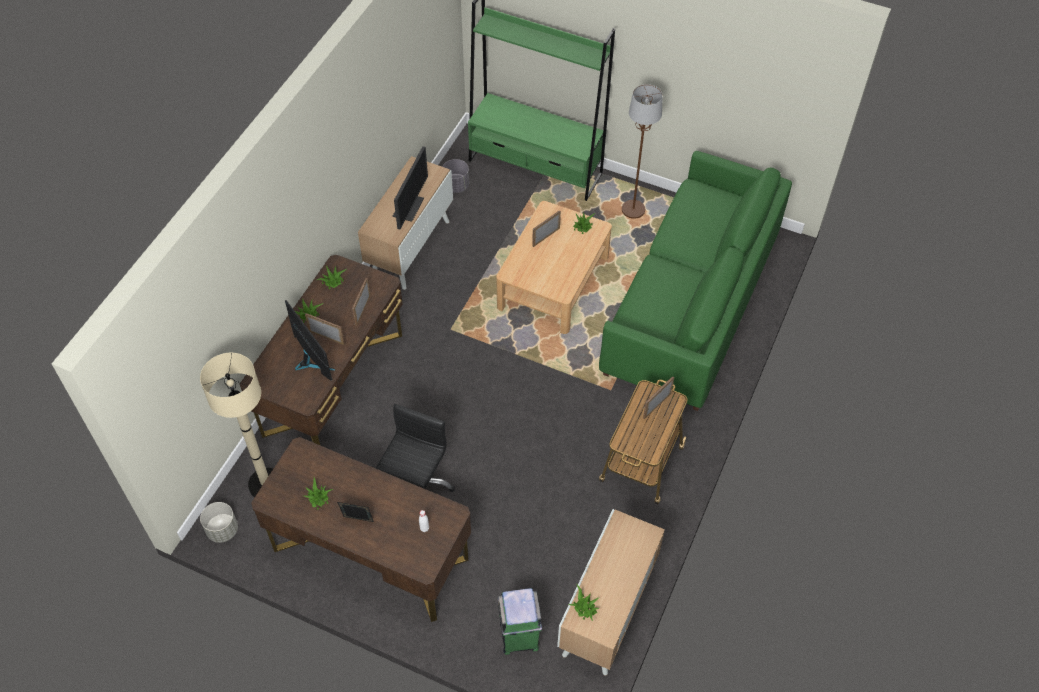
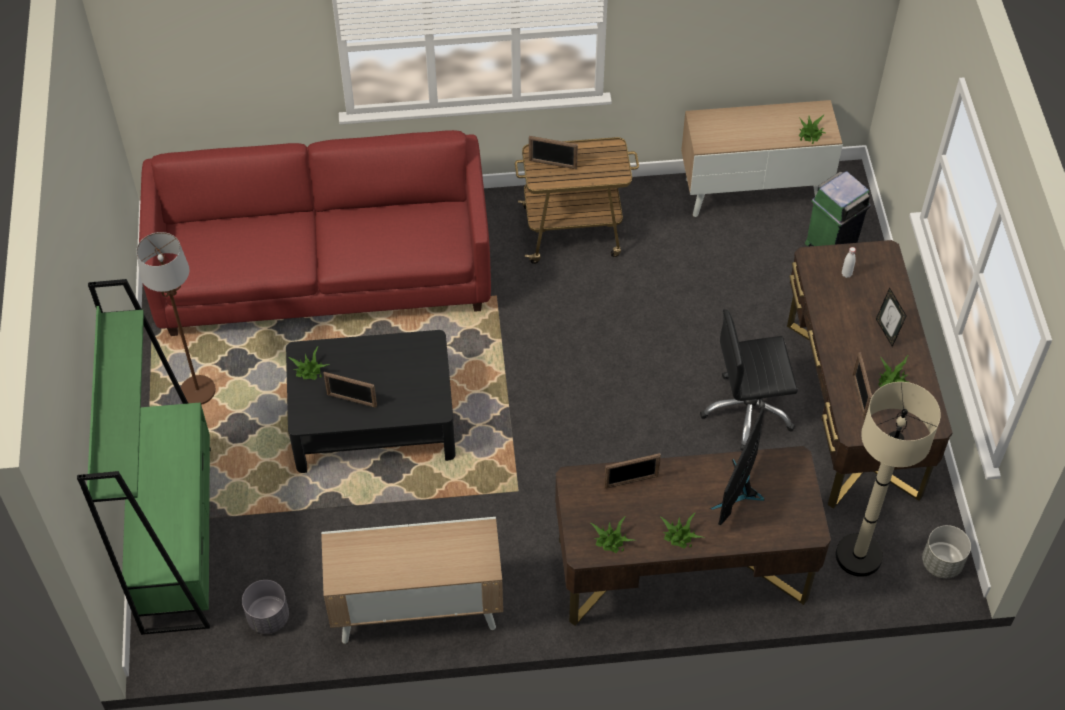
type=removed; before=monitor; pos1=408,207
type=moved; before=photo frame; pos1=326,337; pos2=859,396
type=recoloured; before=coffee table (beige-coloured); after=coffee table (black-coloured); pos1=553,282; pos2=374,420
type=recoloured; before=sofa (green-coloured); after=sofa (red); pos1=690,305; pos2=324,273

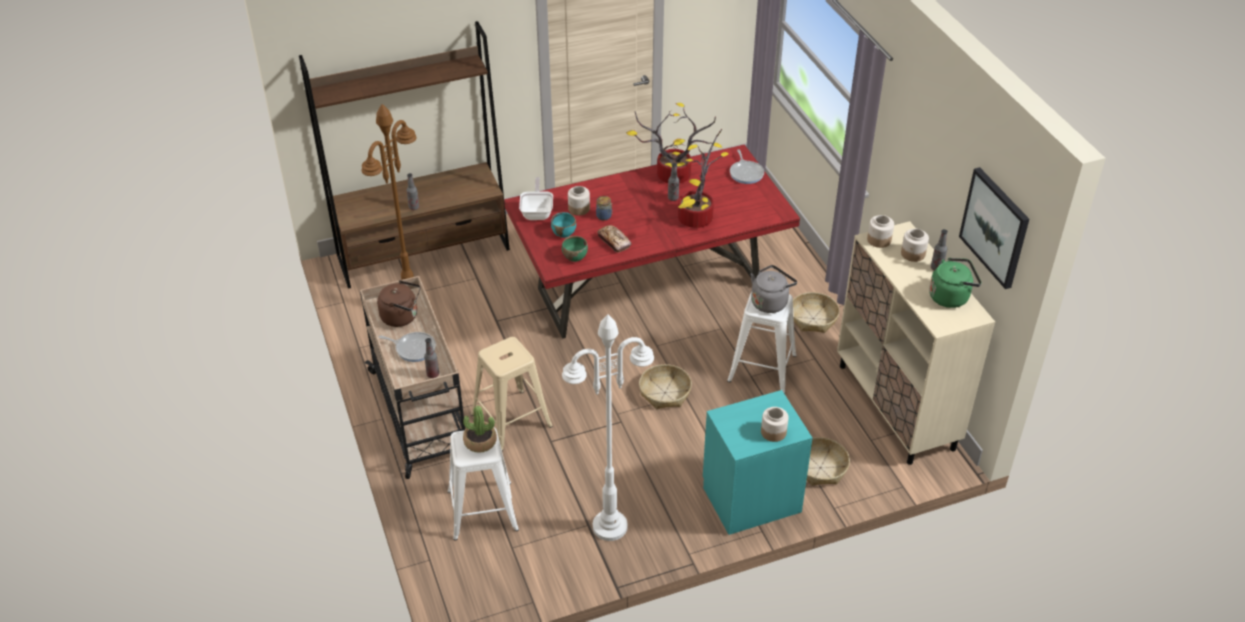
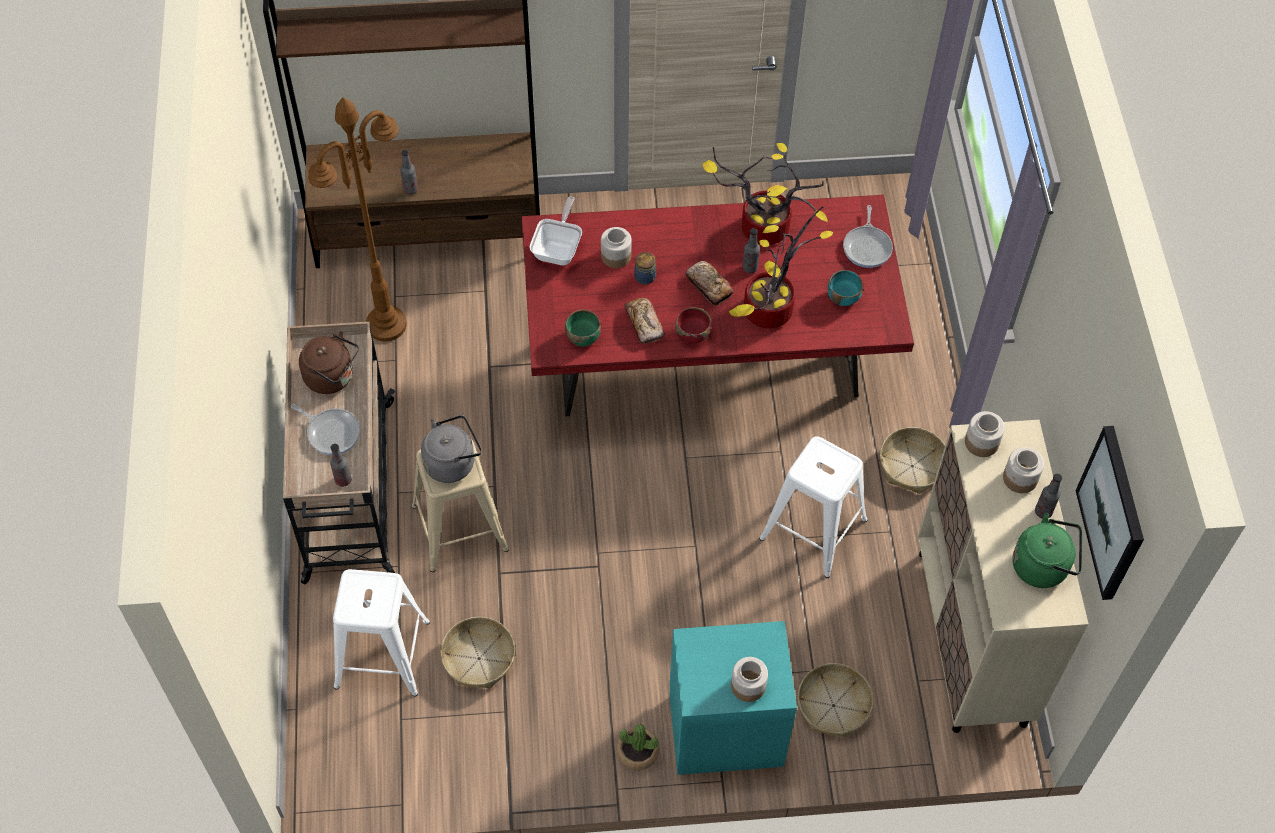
type=removed; before=standard lamp (white-coloured); pos1=609,527
type=added; after=bowl (red); pos2=692,334
type=added; after=baked bread; pos2=708,286
type=moved; before=houseplant; pos1=480,442; pos2=637,752
type=moved; before=bowl (turquoise); pos1=564,233; pos2=843,297
type=moved; before=household basket; pos1=665,393; pos2=479,659
type=moved; before=kettle (gray); pos1=770,302; pos2=452,462

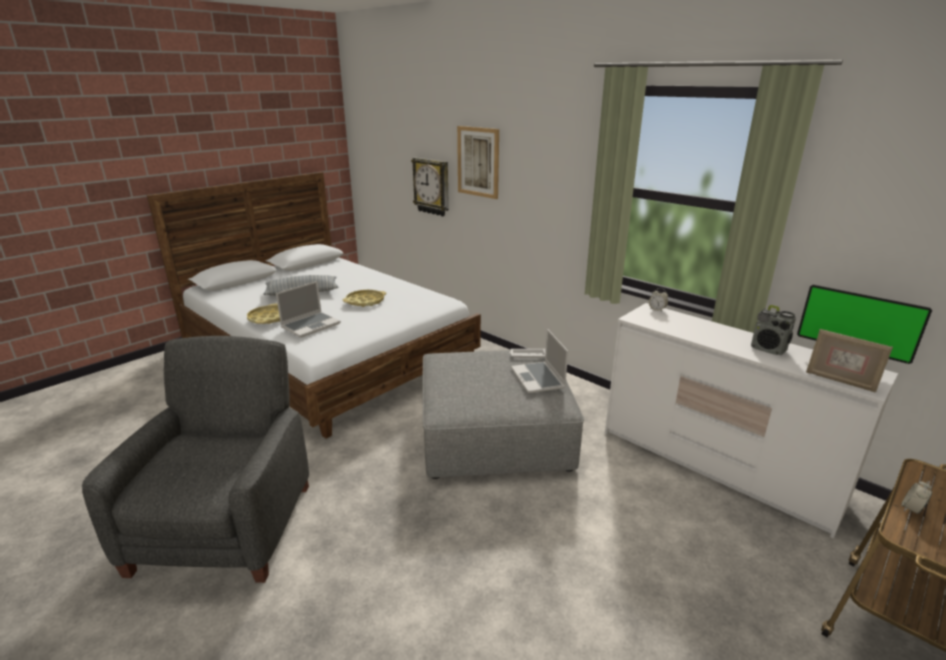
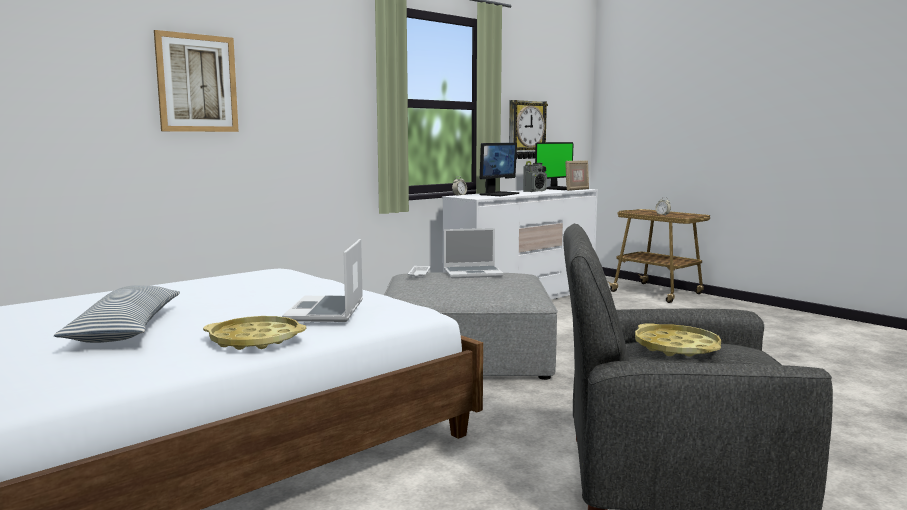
type=added; after=monitor; pos2=498,194
type=moved; before=serving tray (yellow); pos1=365,301; pos2=676,347
type=moved; before=wall clock; pos1=432,186; pos2=526,130
type=turned; before=portable computer; pos1=311,325; pos2=326,311; turn=-135

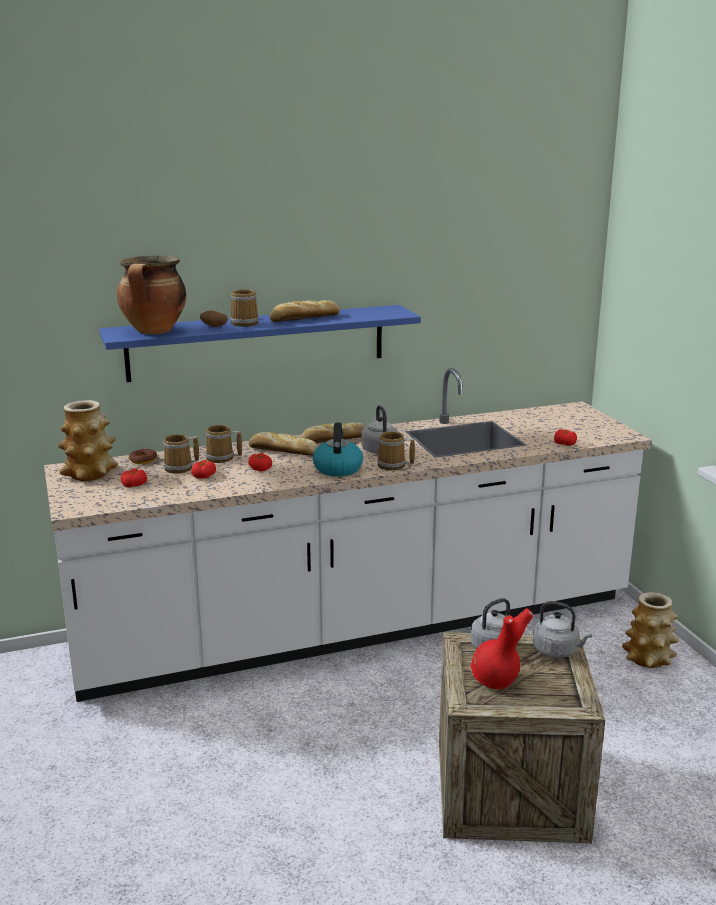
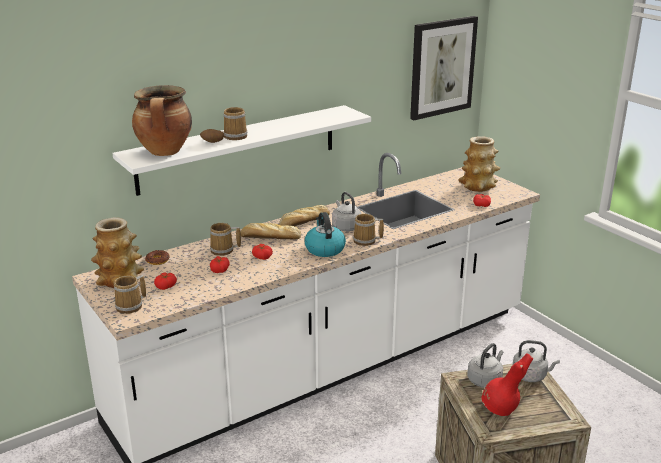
type=removed; before=baked bread; pos1=304,318
type=added; after=wall art; pos2=442,67
type=moved; before=tea mug; pos1=180,468; pos2=131,306
type=moved; before=vase; pos1=648,659; pos2=478,187
type=recoloured; before=bracket shelf (blue); after=bracket shelf (white-coloured); pos1=257,342; pos2=239,149

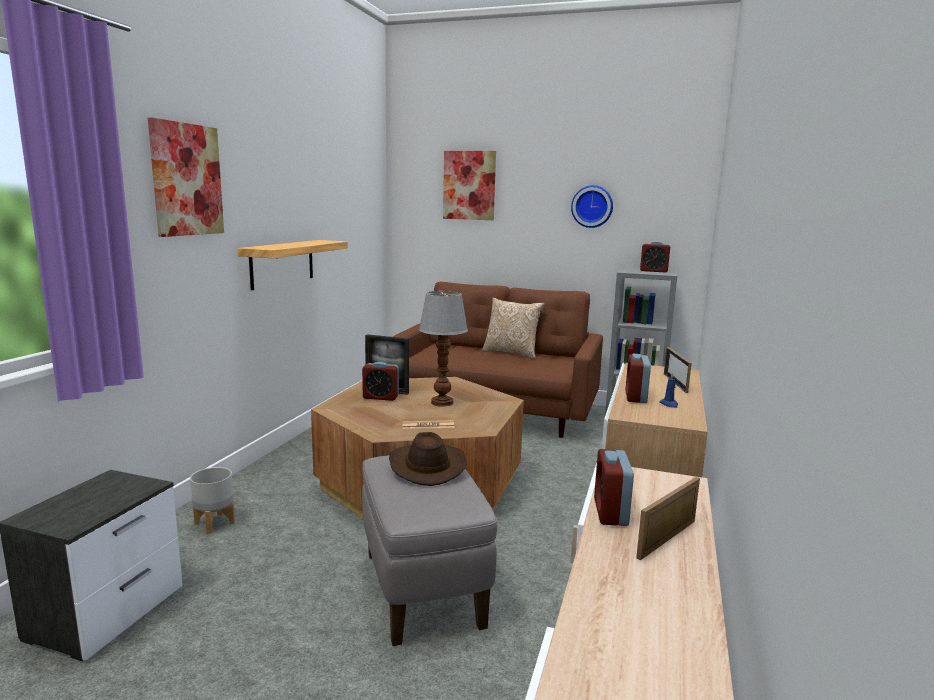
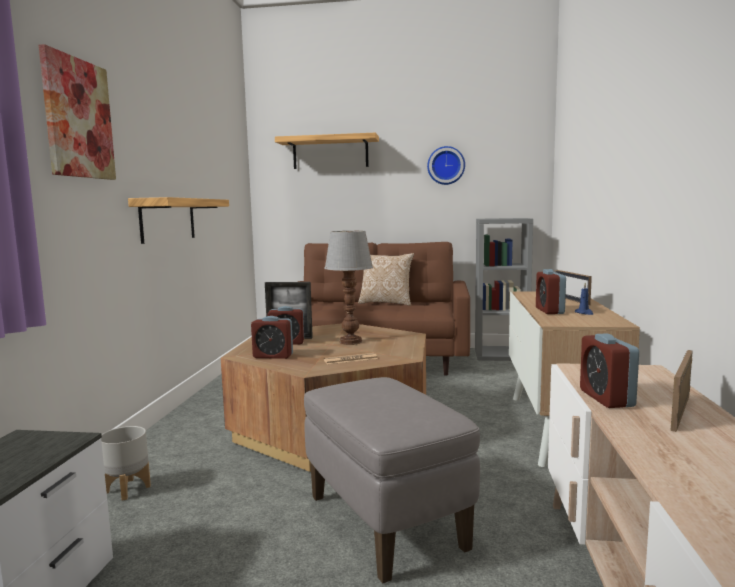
type=removed; before=clothing hat (brown); pos1=426,466
type=moved; before=bedside clock; pos1=653,271; pos2=273,356
type=replaced; before=wall art; after=bracket shelf; pos1=469,185; pos2=330,153

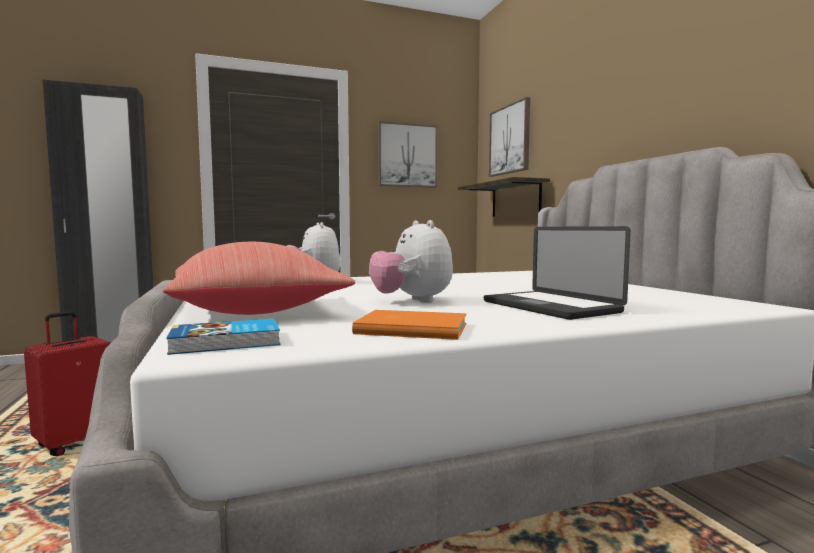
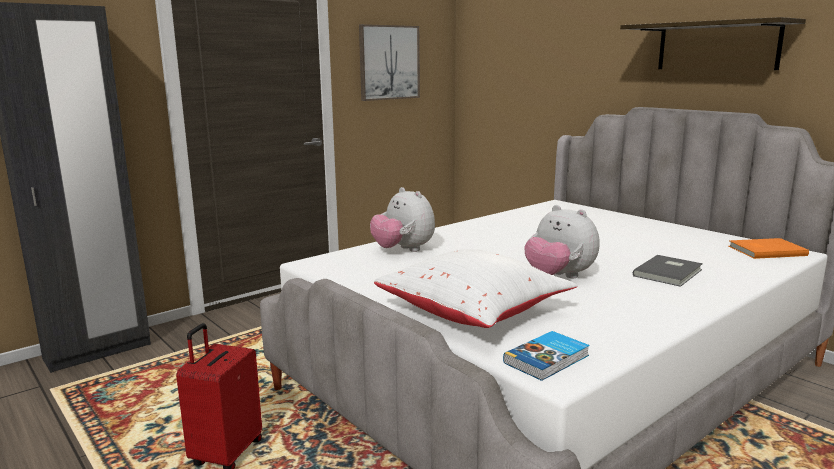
type=removed; before=wall art; pos1=510,139
type=moved; before=book (orange); pos1=411,328; pos2=765,250
type=moved; before=bracket shelf; pos1=515,199; pos2=717,46
type=replaced; before=portable computer; after=book (gray); pos1=549,307; pos2=670,273
type=recoloured; before=pillow (red); after=pillow (white-coloured); pos1=258,312; pos2=474,313

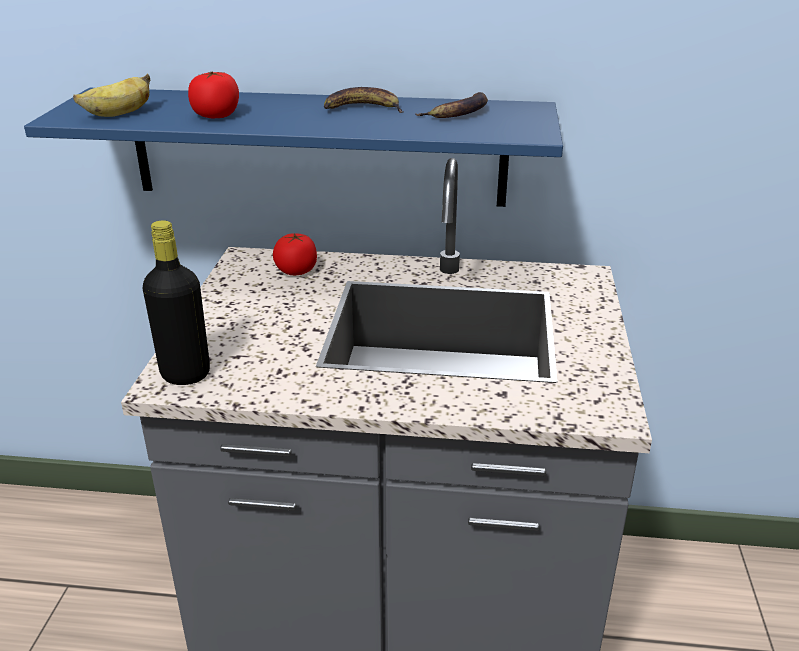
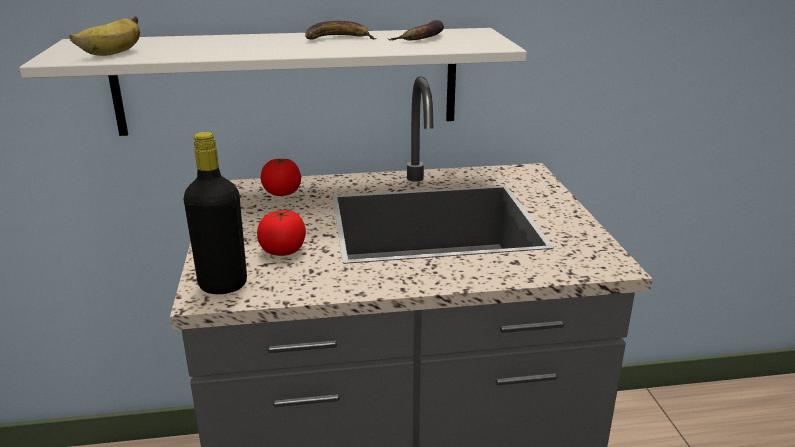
type=moved; before=fresh tomato; pos1=216,115; pos2=283,250
type=recoloured; before=bracket shelf (blue); after=bracket shelf (white-coloured); pos1=318,147; pos2=288,81

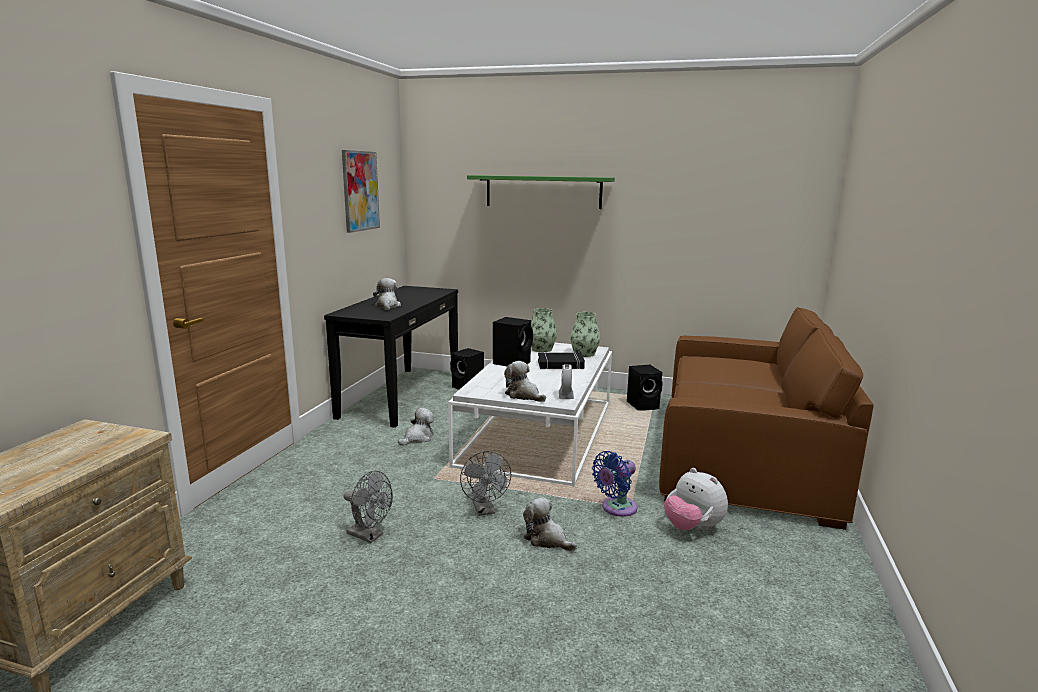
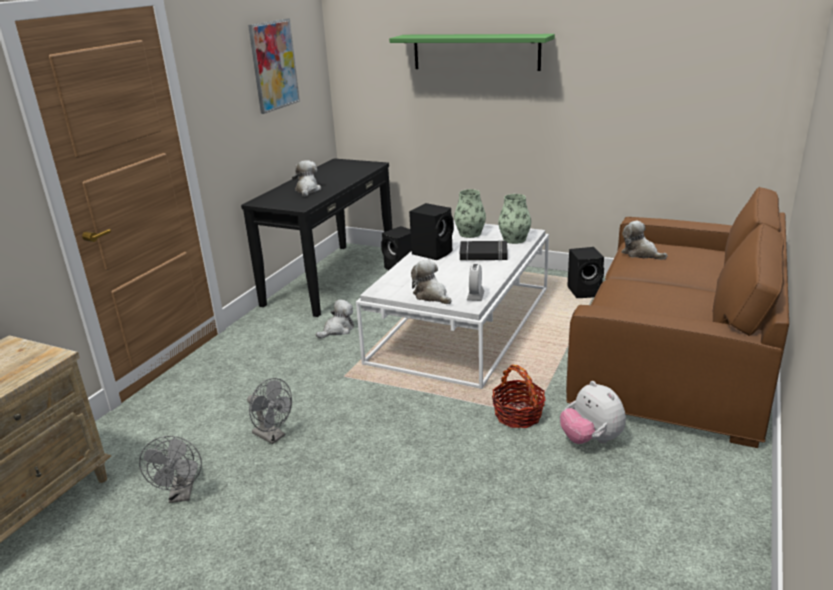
type=moved; before=cooling fan (gray); pos1=485,510; pos2=181,495
type=moved; before=cuddly toy; pos1=547,539; pos2=640,254
type=replaced; before=cooling fan (blue); after=household basket; pos1=616,508; pos2=518,415

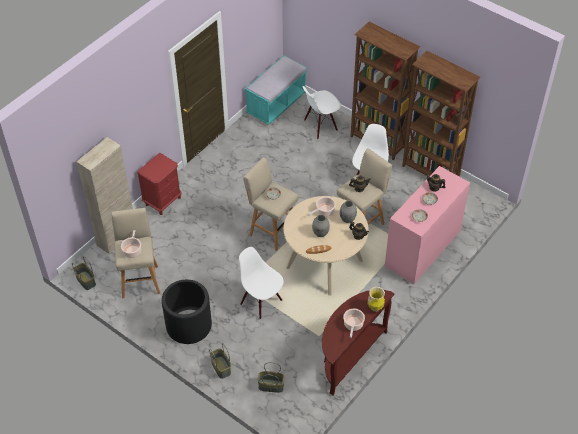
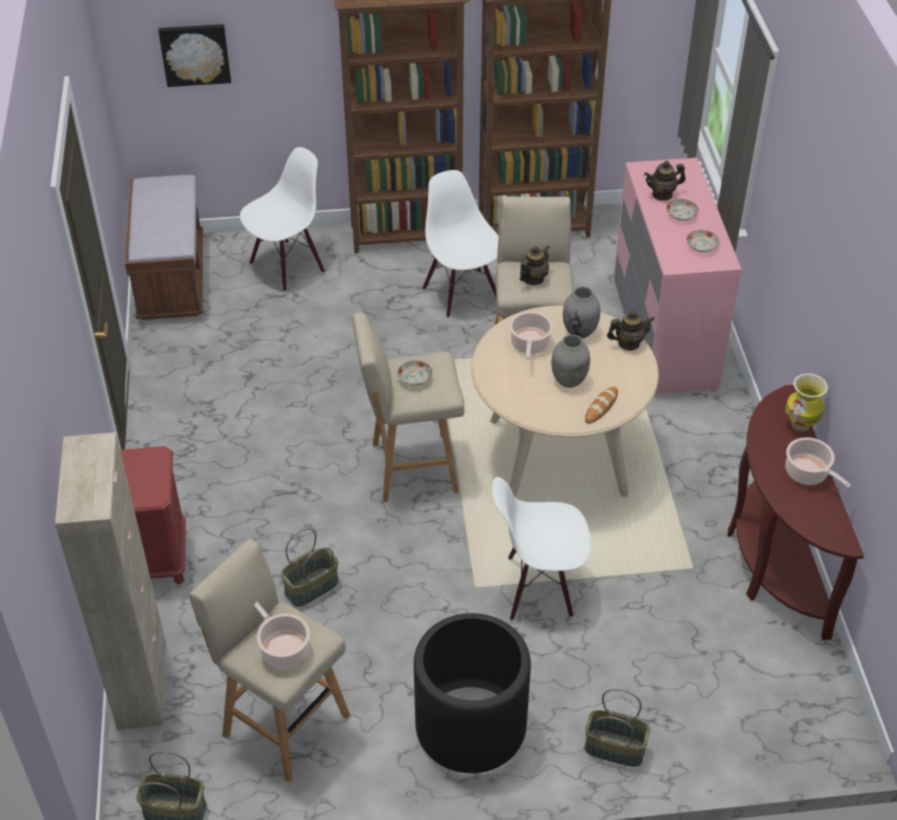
type=added; after=wall art; pos2=195,54
type=moved; before=household basket; pos1=270,386; pos2=311,588
type=recoloured; before=indoor bench (turquoise); after=indoor bench (brown); pos1=276,104; pos2=171,279
type=turned; before=upright chair (white-coloured); pos1=320,126; pos2=287,266; turn=-150

